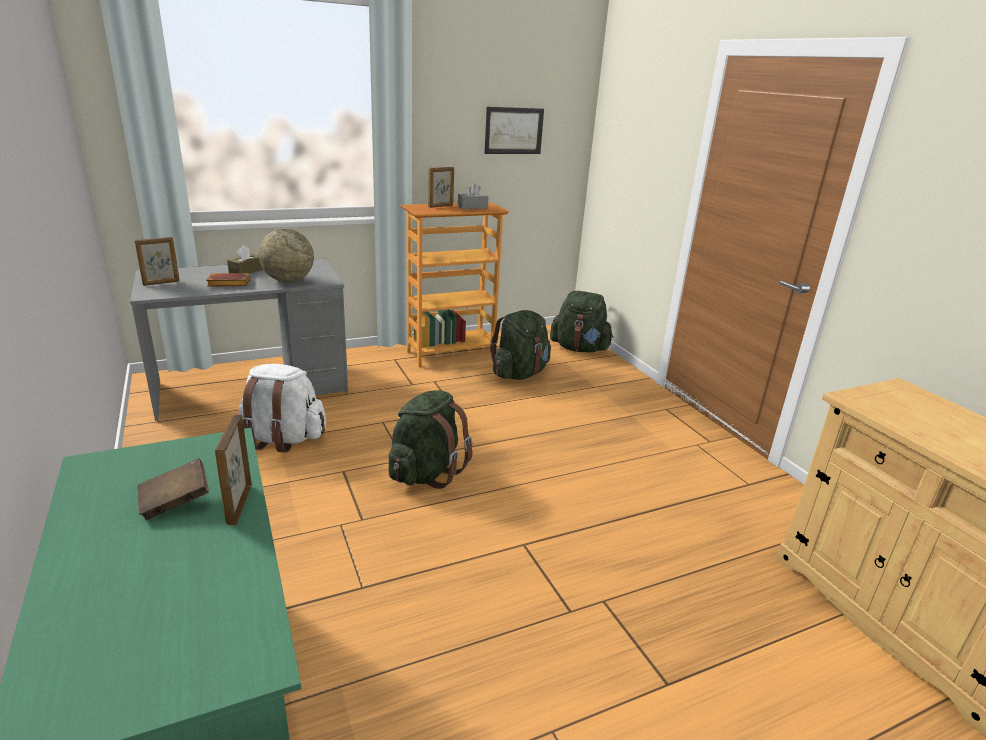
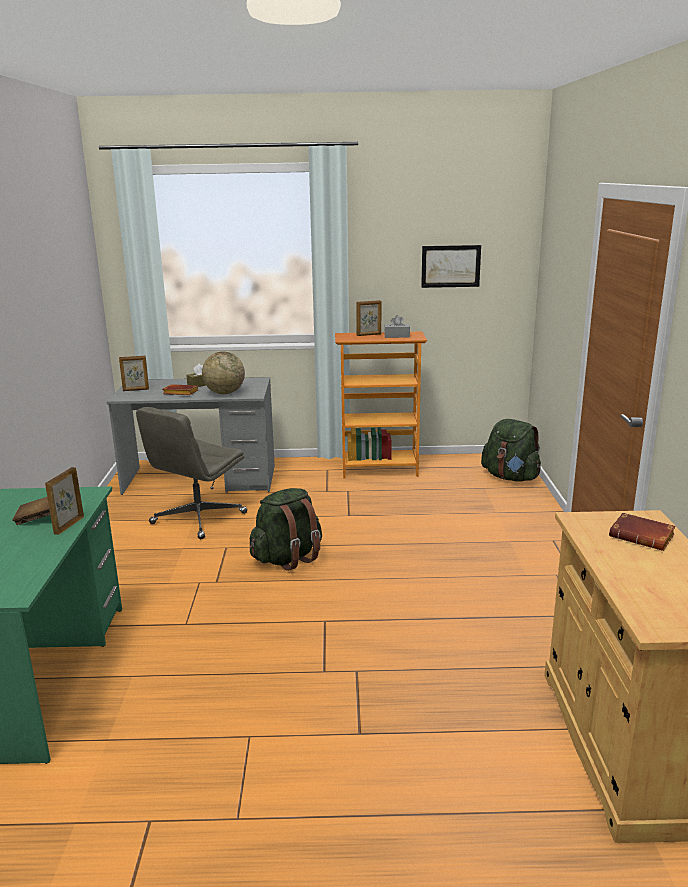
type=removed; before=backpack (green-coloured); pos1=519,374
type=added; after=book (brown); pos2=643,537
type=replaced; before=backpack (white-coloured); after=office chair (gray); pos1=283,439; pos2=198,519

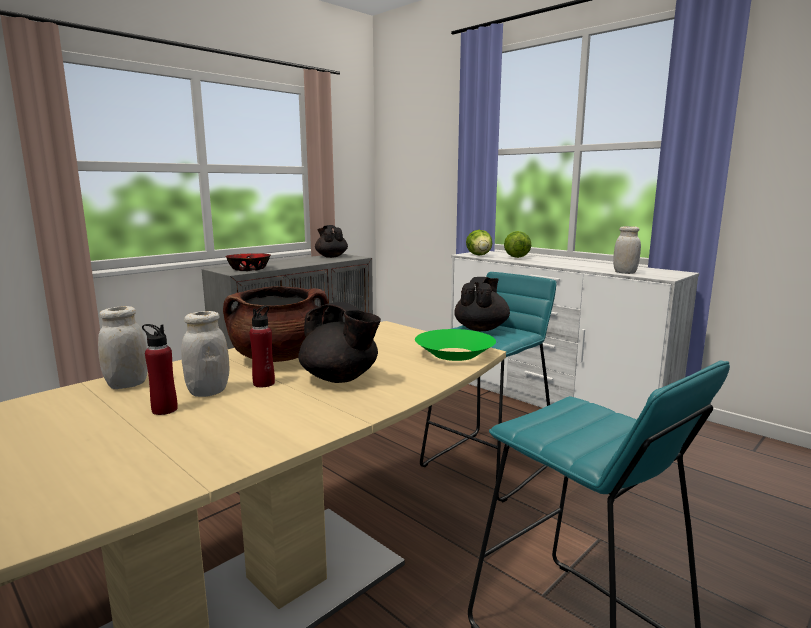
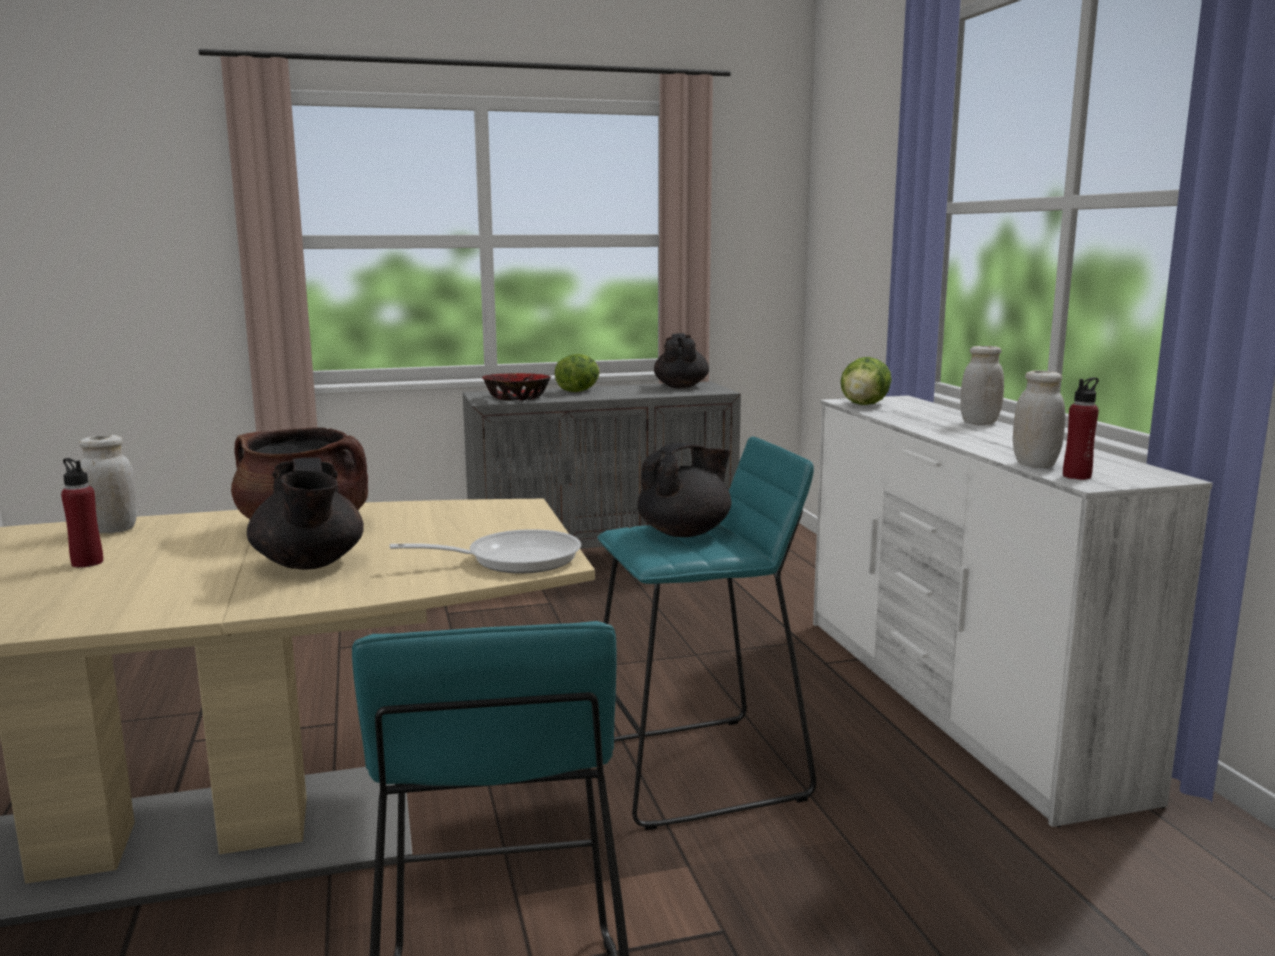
type=moved; before=storage jar (white-coloured); pos1=208,392; pos2=979,423
type=moved; before=beverage bottle (red); pos1=264,383; pos2=1077,476
type=moved; before=head of lettuce; pos1=516,257; pos2=578,391
type=replaced; before=bowl (green-coloured); after=pan; pos1=454,354; pos2=513,559

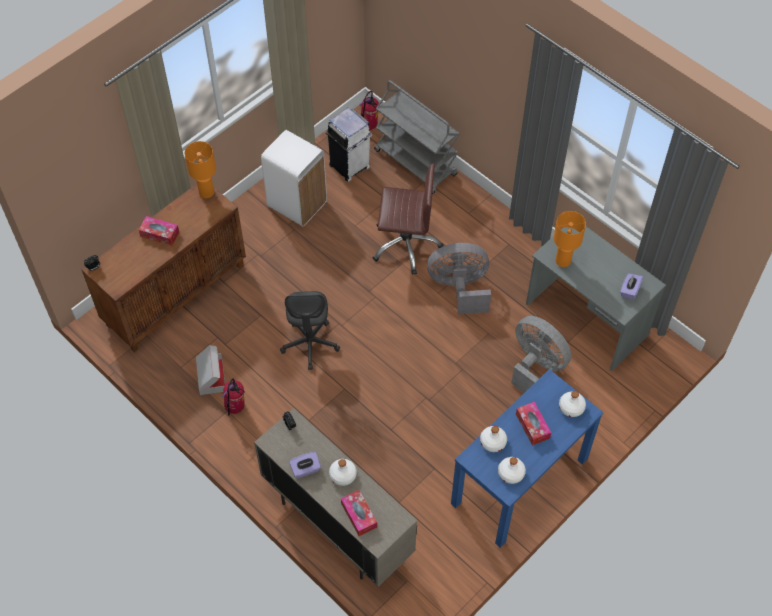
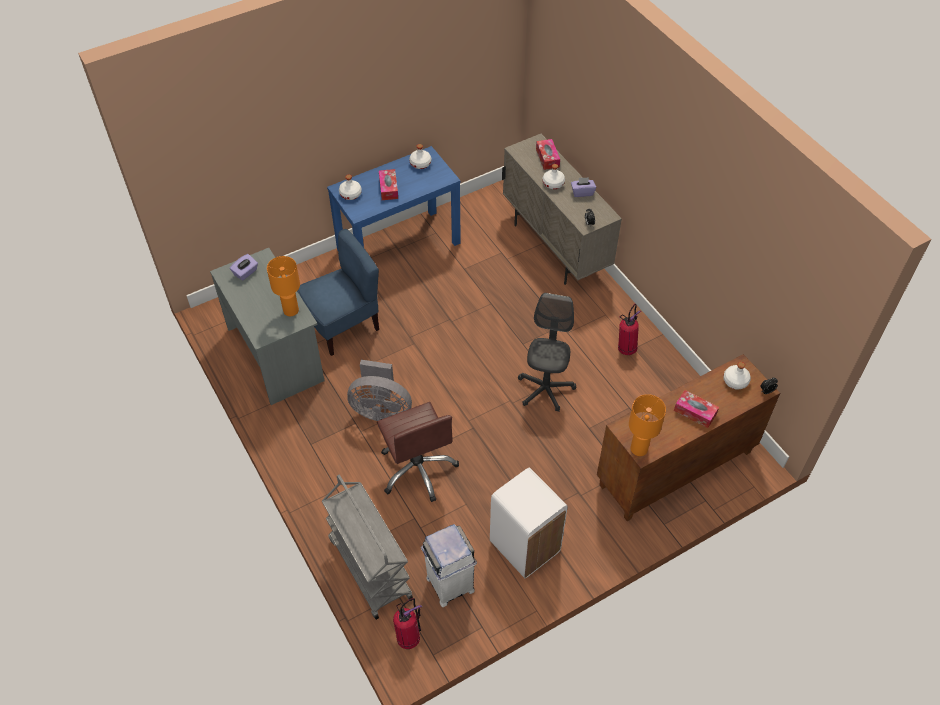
type=removed; before=carton; pos1=211,376
type=moved; before=beverage bottle (white-coloured); pos1=493,442; pos2=735,381
type=replaced; before=cooling fan (gray); after=upright chair (blue); pos1=536,366; pos2=343,325
type=turned; before=office chair (brown); pos1=406,244; pos2=418,469; turn=-135

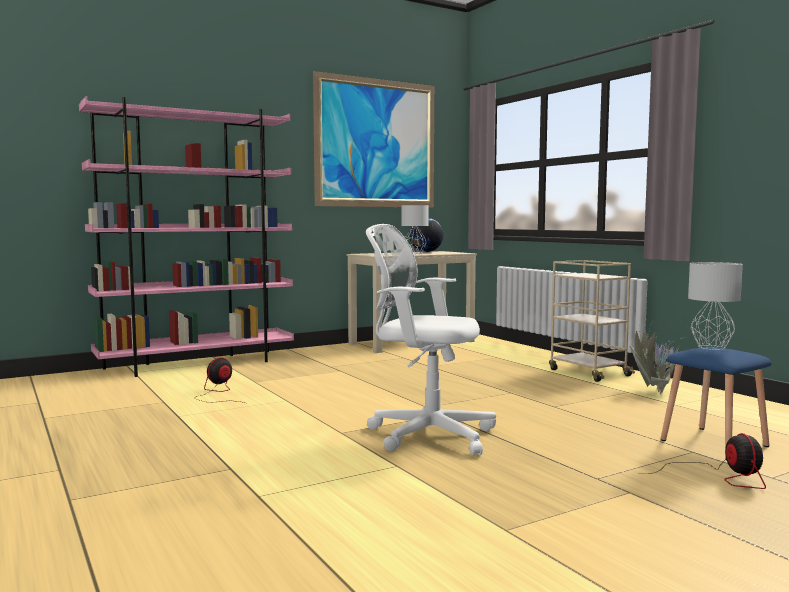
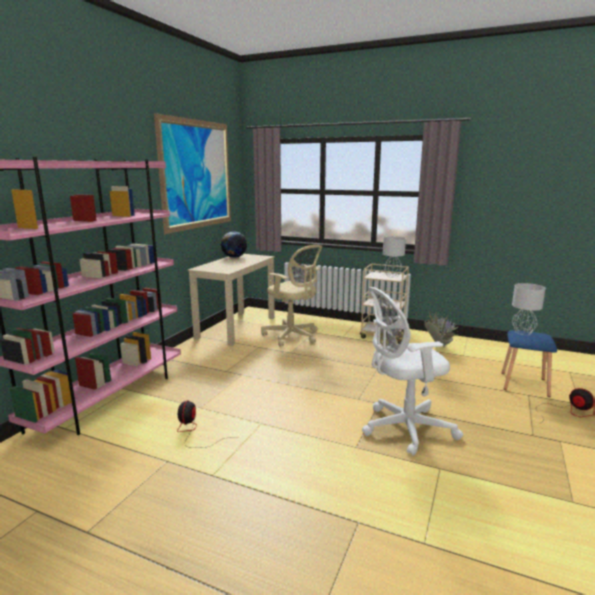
type=added; after=office chair (beige-coloured); pos2=292,336
type=moved; before=tabletop lamp (gray); pos1=415,254; pos2=392,276

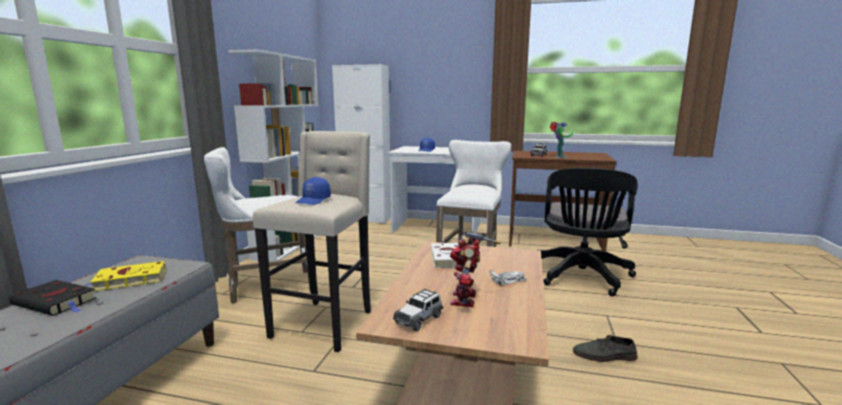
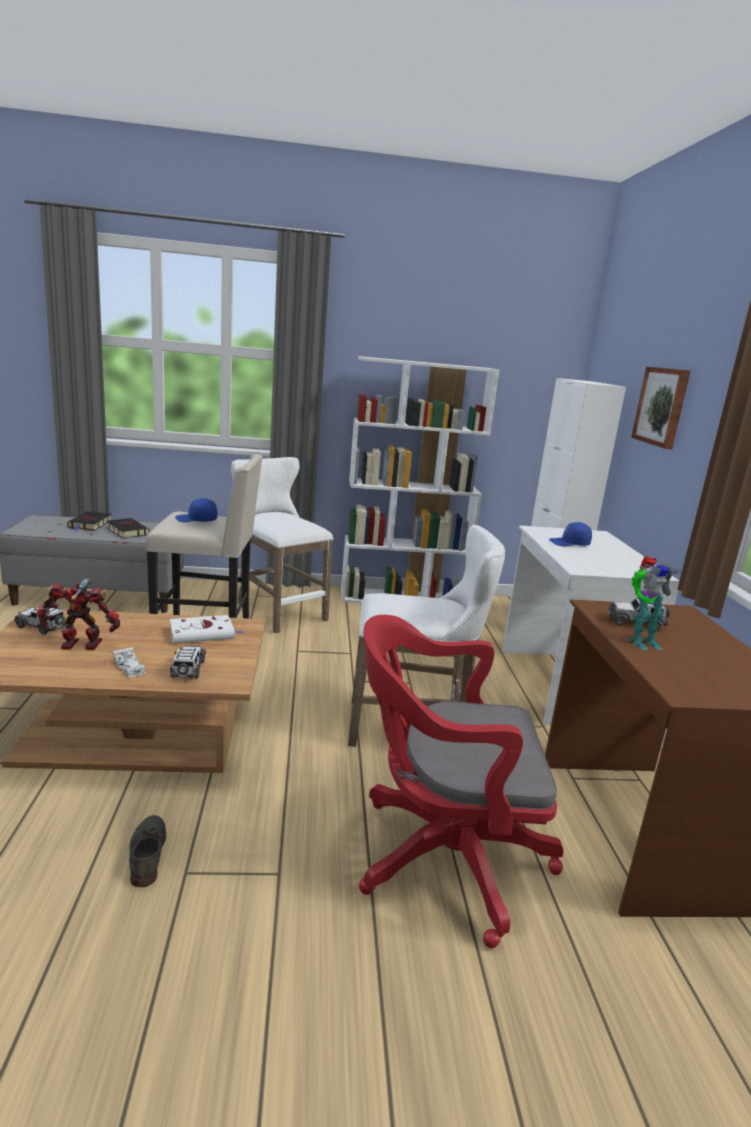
type=added; after=miniature car; pos2=188,670
type=added; after=wall art; pos2=662,406
type=recoloured; before=book (yellow); after=book (black-coloured); pos1=128,280; pos2=126,531
type=recoloured; before=office chair (black-coloured); after=office chair (red); pos1=581,277; pos2=440,857

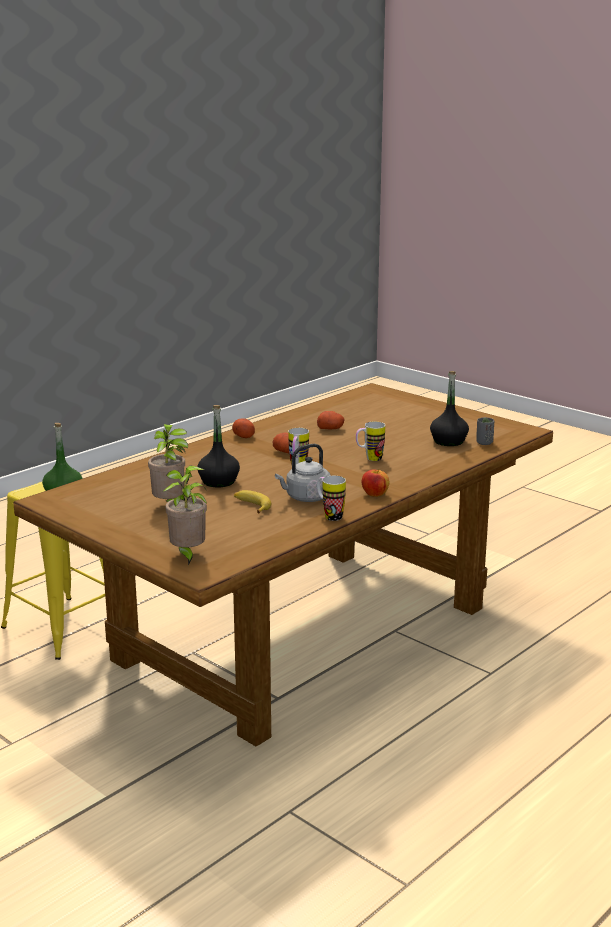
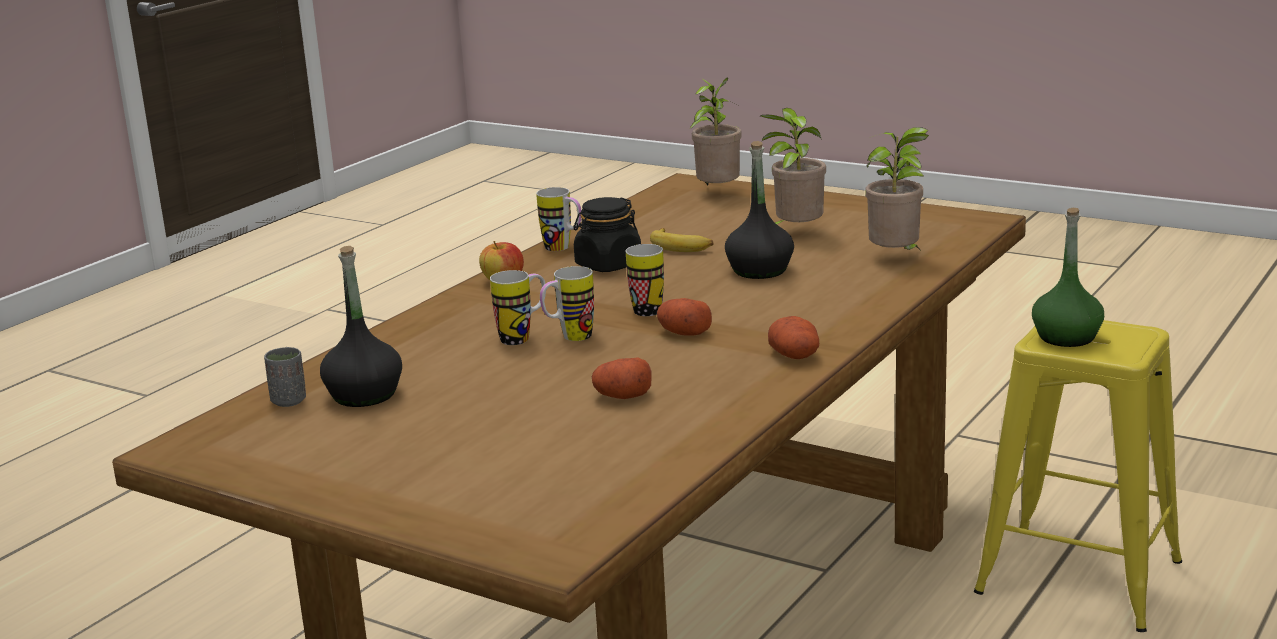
type=added; after=tea mug; pos2=569,338
type=added; after=houseplant; pos2=897,258
type=replaced; before=kettle (gray); after=storage jar (black-coloured); pos1=305,498; pos2=608,265

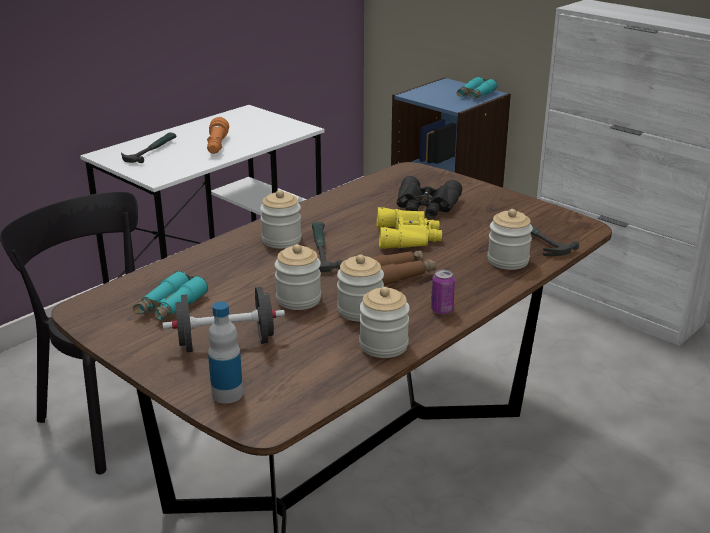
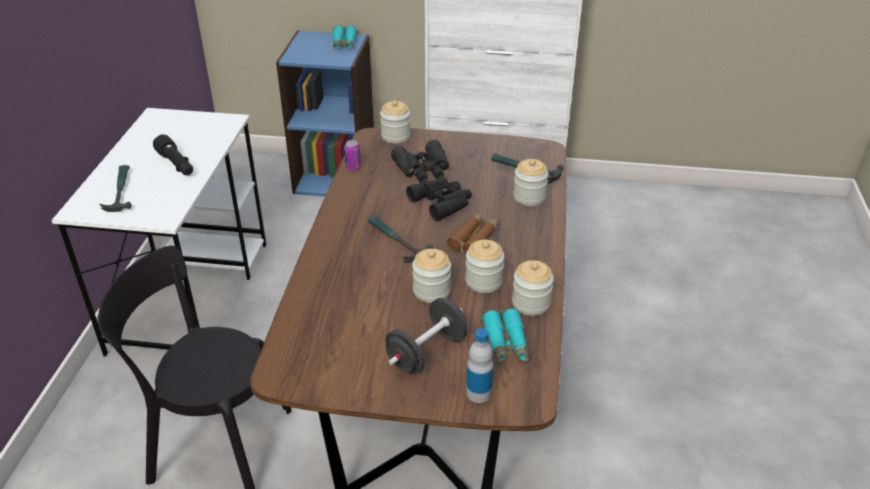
type=moved; before=field glasses (turquoise); pos1=170,306; pos2=506,343
type=moved; before=storage jar; pos1=281,240; pos2=395,136
type=moved; before=sealed can; pos1=442,310; pos2=353,167
type=recoloured; before=hand torch (orange); after=hand torch (black-coloured); pos1=217,146; pos2=176,164
type=recoloured; before=field glasses (yellow); after=field glasses (black-coloured); pos1=409,236; pos2=443,202

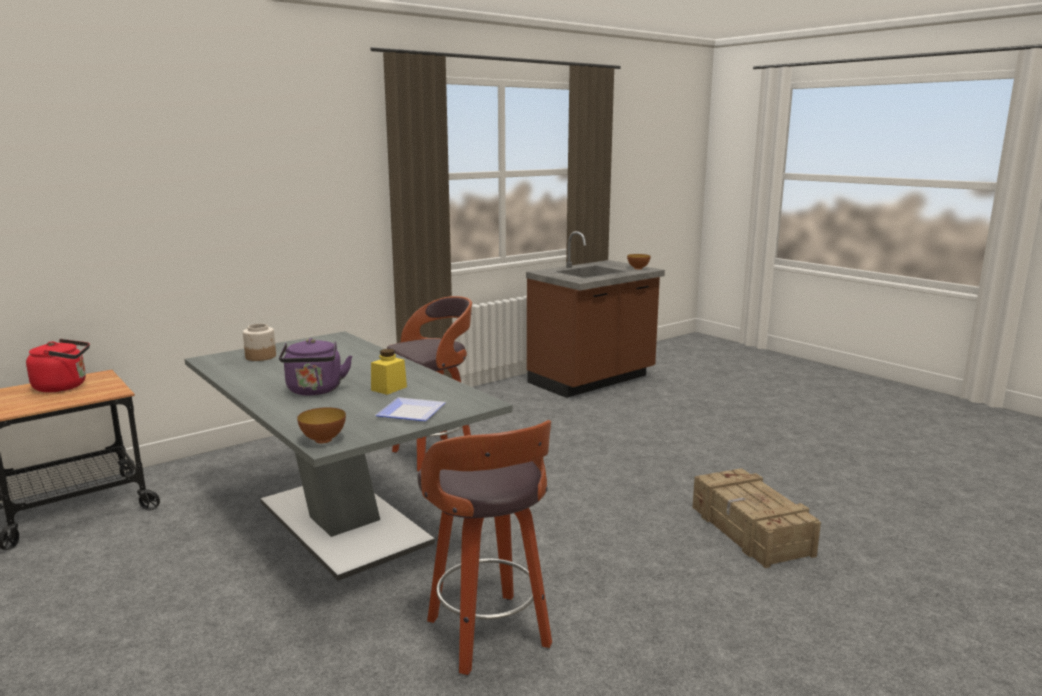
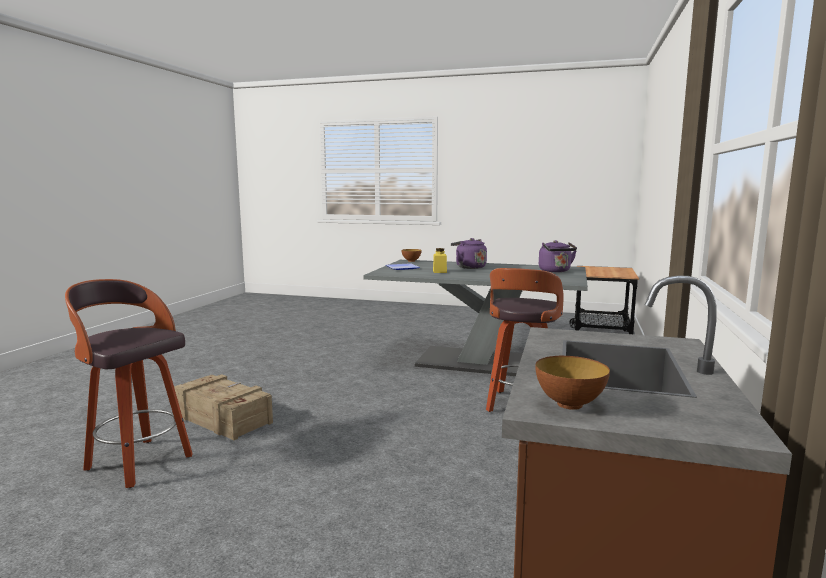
type=removed; before=kettle (red); pos1=64,386
type=moved; before=sitting stool; pos1=490,635; pos2=137,462
type=replaced; before=storage jar; after=kettle (purple-coloured); pos1=261,356; pos2=555,271

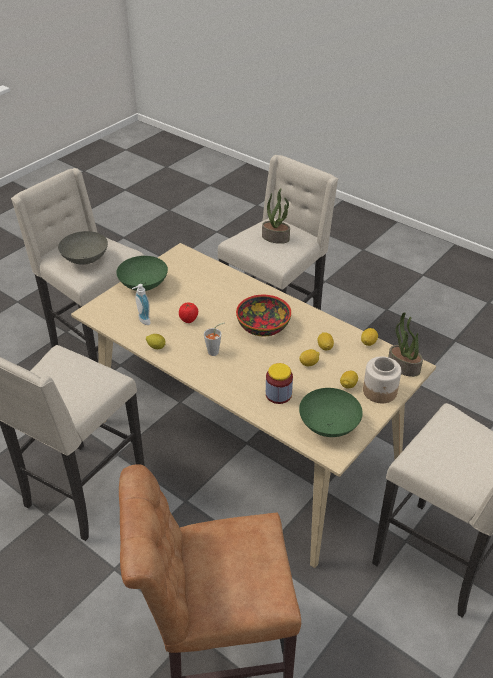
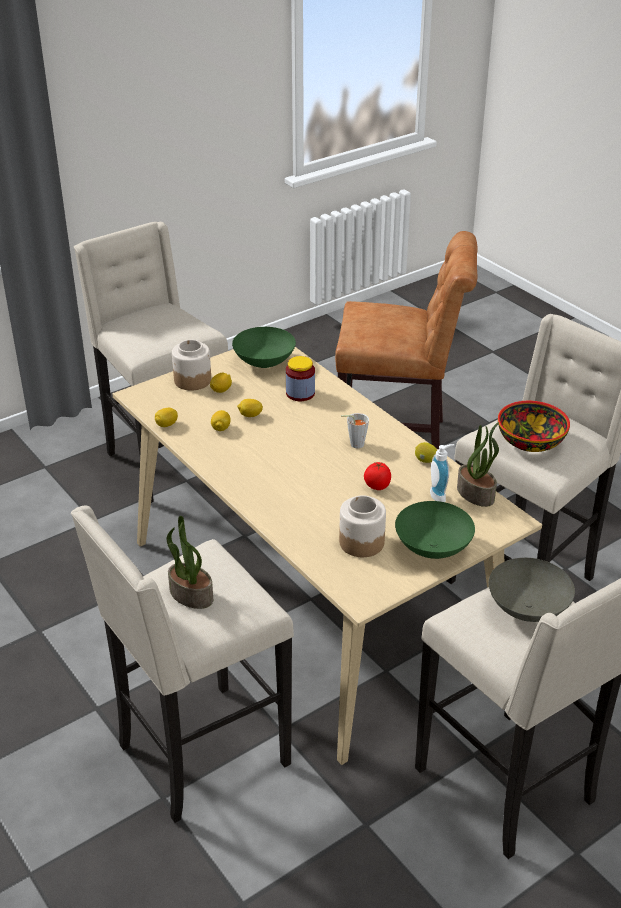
type=added; after=storage jar; pos2=361,542
type=moved; before=bowl; pos1=263,326; pos2=530,442
type=moved; before=houseplant; pos1=403,367; pos2=476,494

